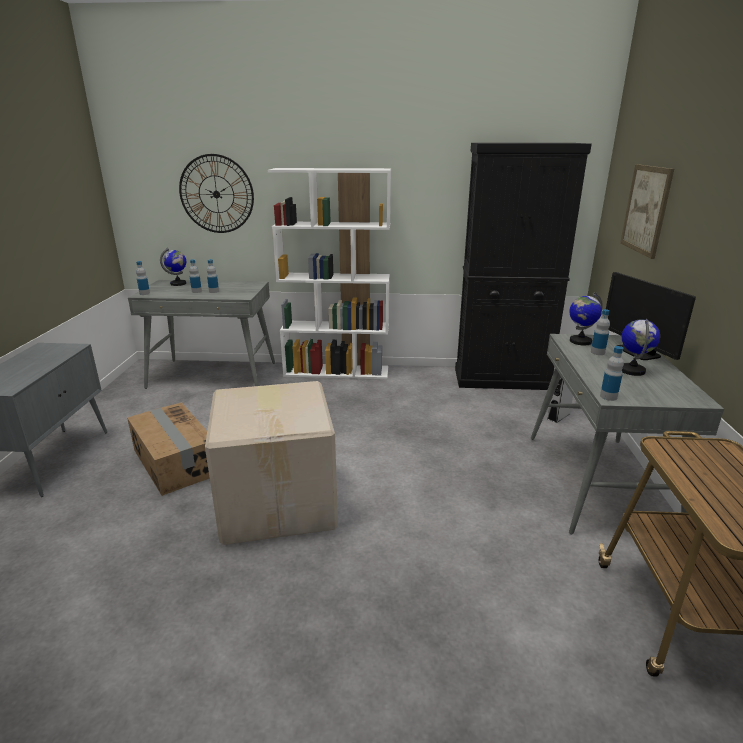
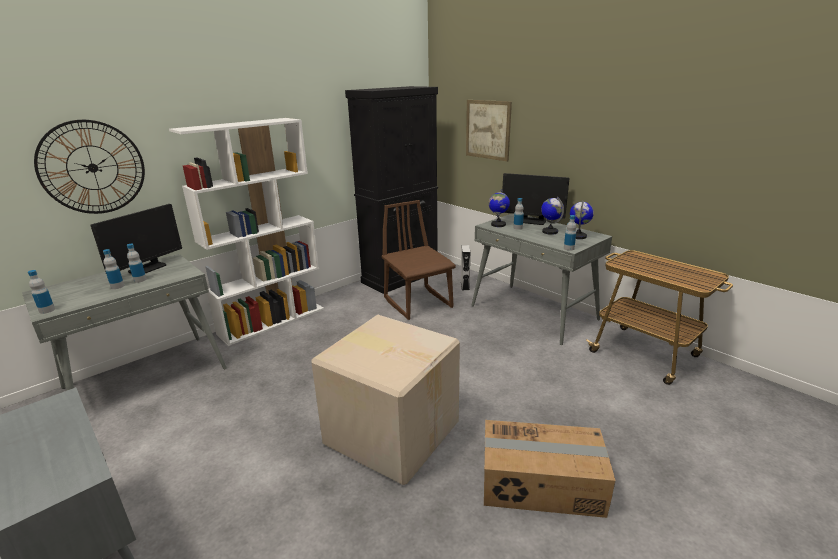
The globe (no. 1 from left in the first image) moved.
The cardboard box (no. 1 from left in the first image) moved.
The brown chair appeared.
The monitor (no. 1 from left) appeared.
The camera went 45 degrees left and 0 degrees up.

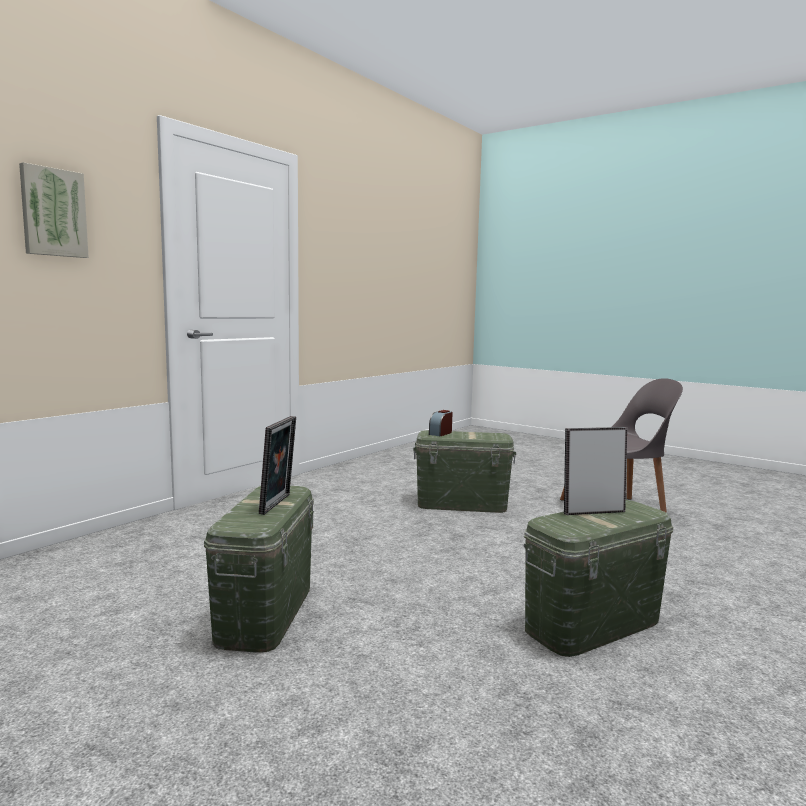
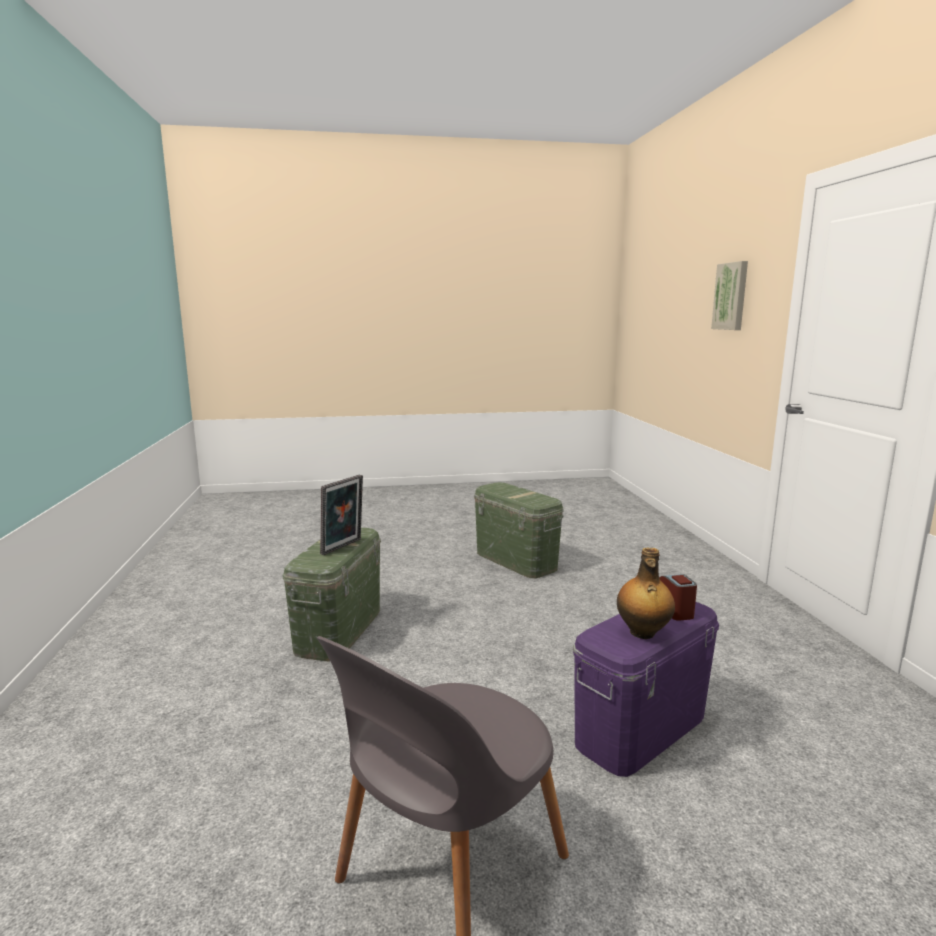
The picture frame (no. 1 from left) disappeared.
The green storage box (no. 2 from left) became the purple storage box.
The bottle appeared.
The camera went 135 degrees right and 5 degrees up.

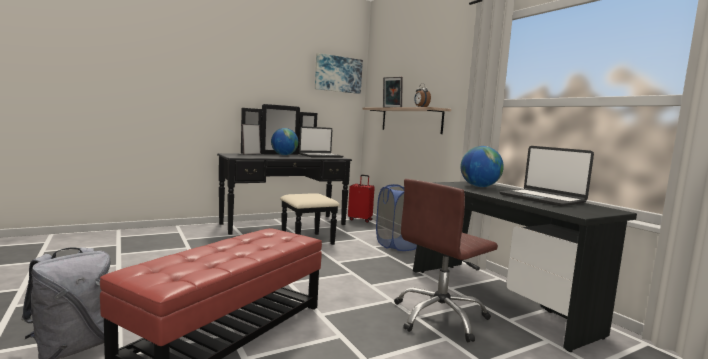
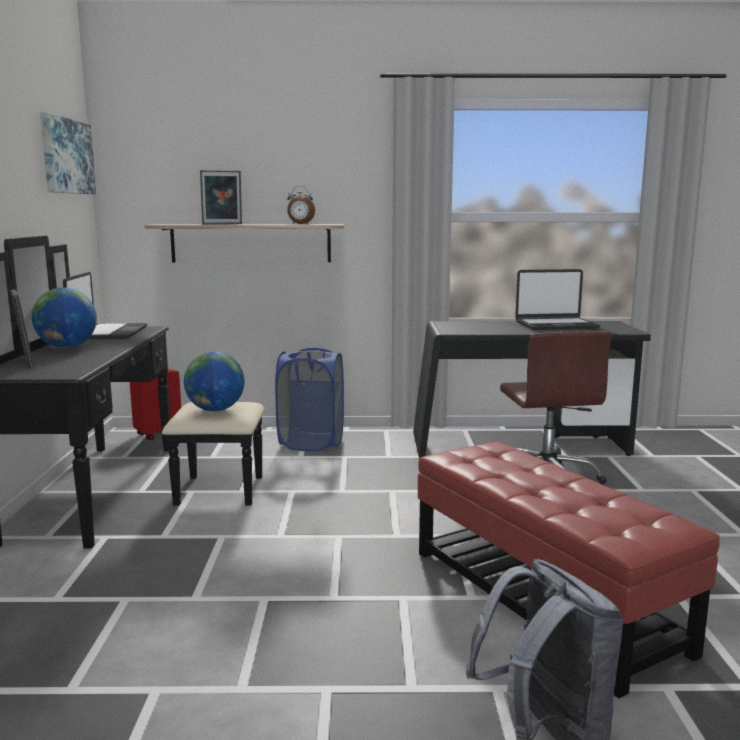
The globe (no. 2 from left) moved.
The camera went 60 degrees left and 5 degrees up.

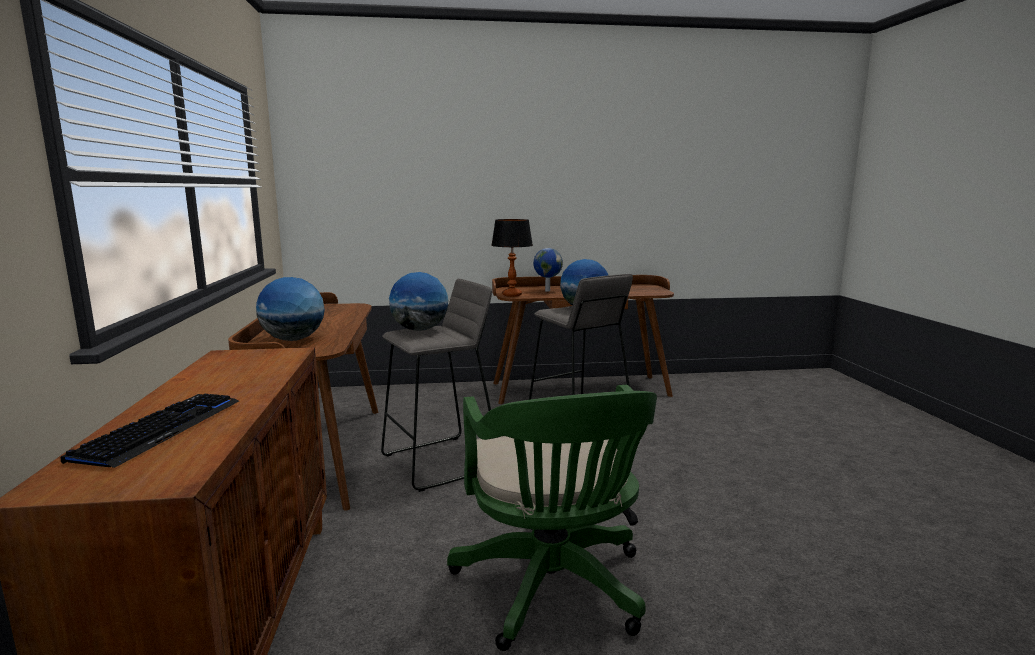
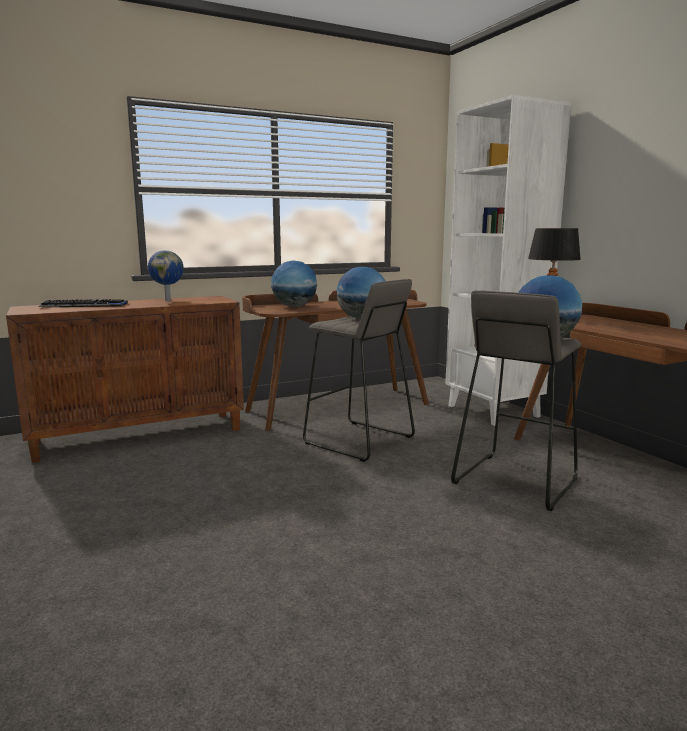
The globe (no. 3 from left in the first image) moved.
The green office chair disappeared.
The white bookcase appeared.
The camera went 70 degrees right and 0 degrees up.

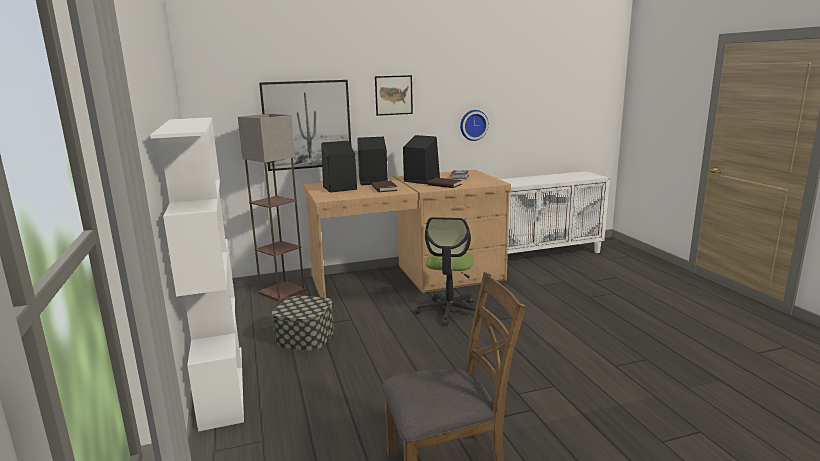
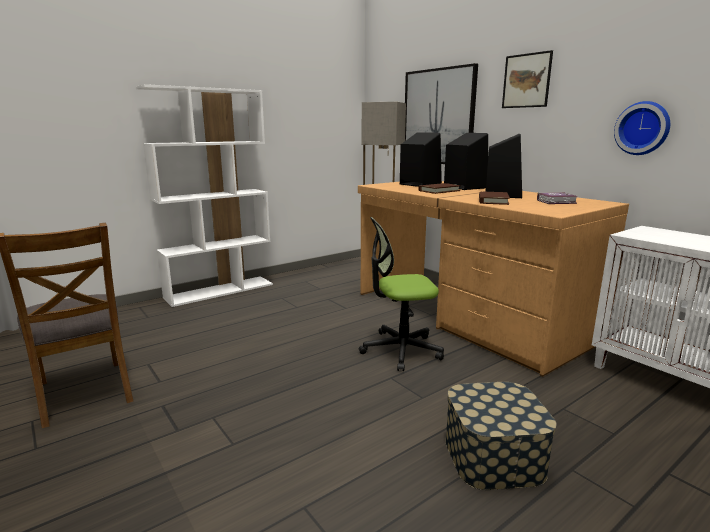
The storage box moved.
The camera went 70 degrees right and 0 degrees up.

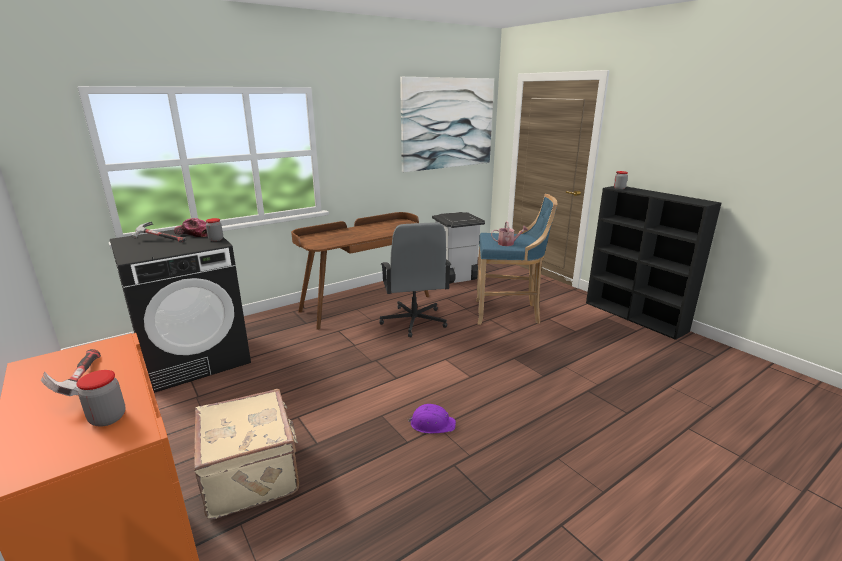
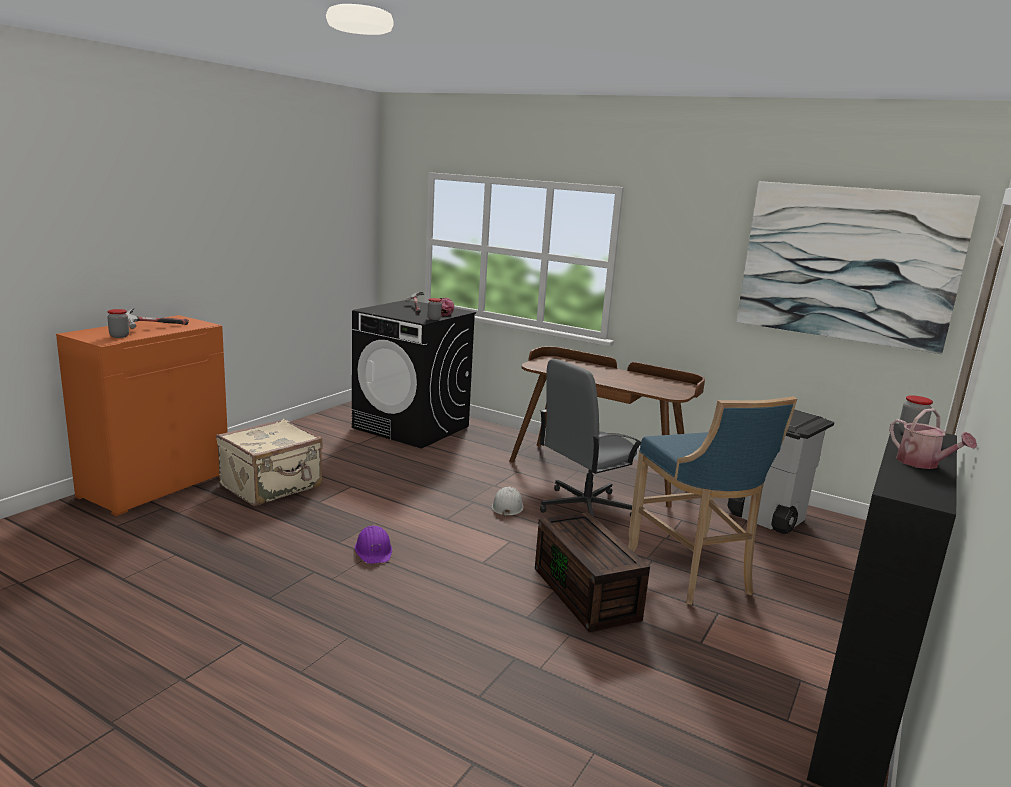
The watering can moved.
The white hard hat appeared.
The brown storage box appeared.
The camera went 65 degrees right and 5 degrees down.

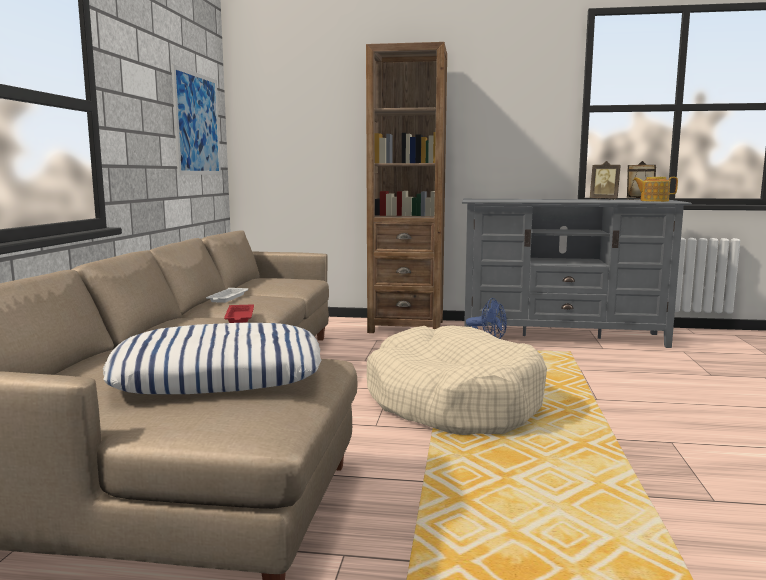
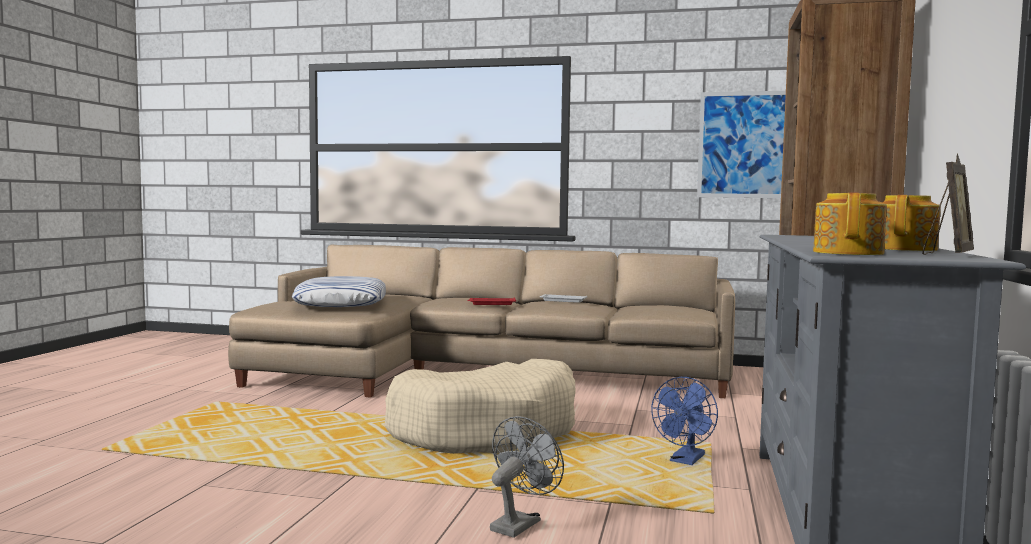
The picture frame (no. 1 from left) was replaced by the teapot (no. 2 from left).
The grey fan appeared.
The camera went 95 degrees right and 5 degrees down.

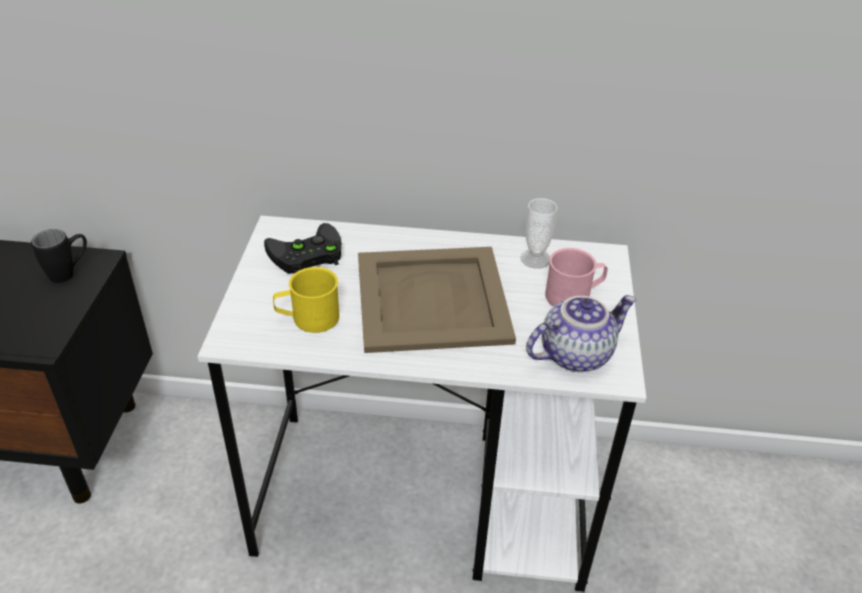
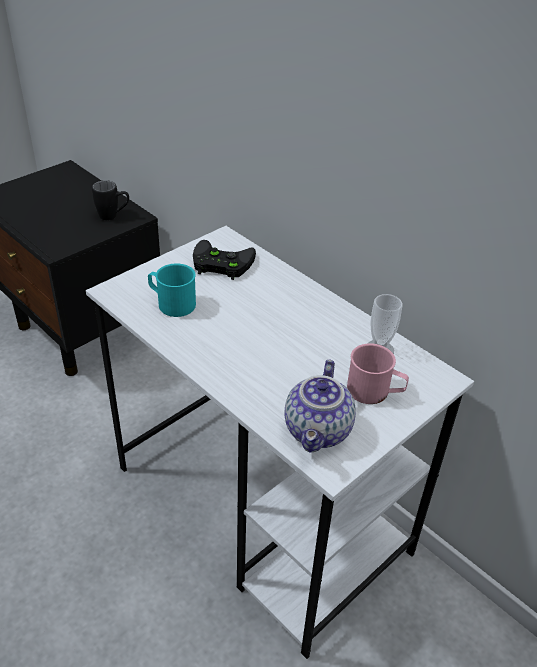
The beige tray disappeared.
The yellow mug became the turquoise mug.
The teapot turned 90 degrees clockwise.
The camera went 40 degrees right and 0 degrees up.

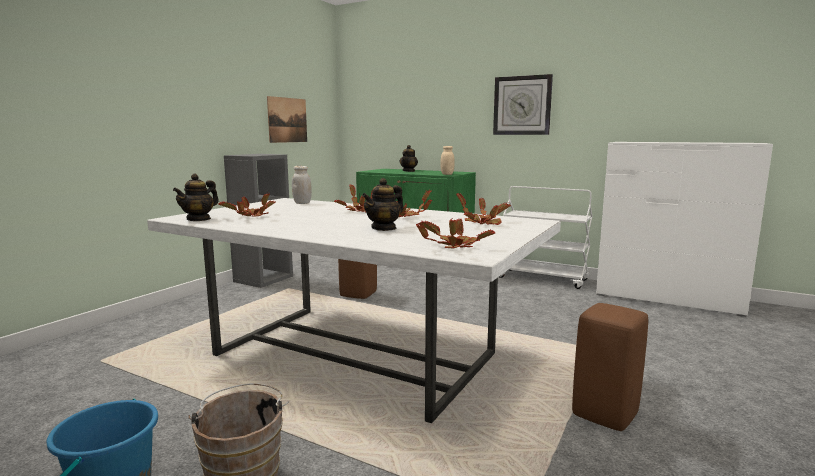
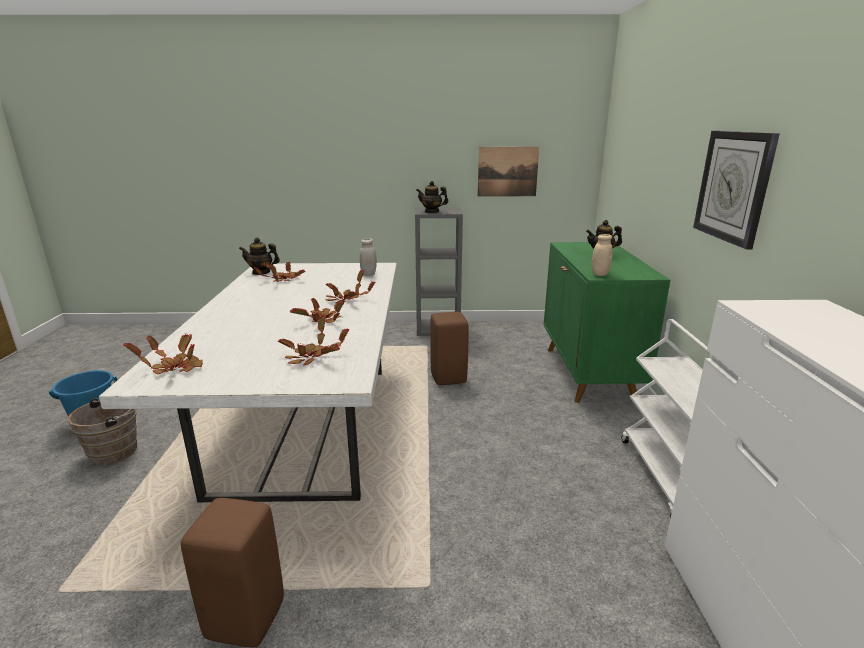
The teapot (no. 2 from left) moved.
The camera went 60 degrees right and 10 degrees up.

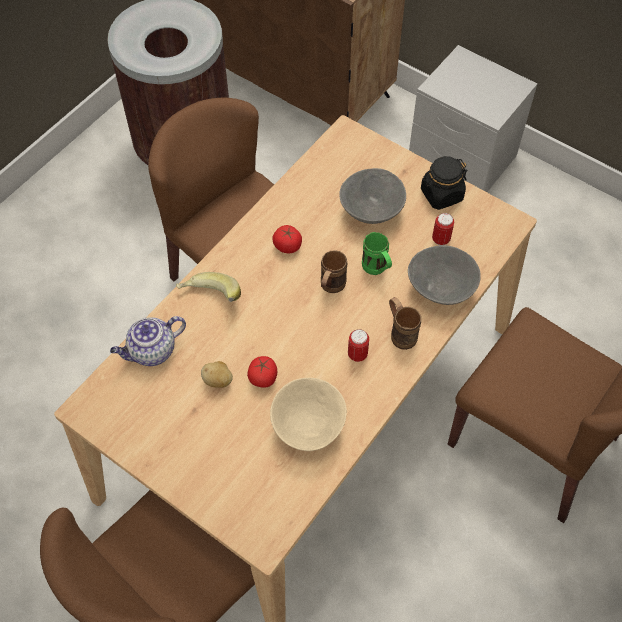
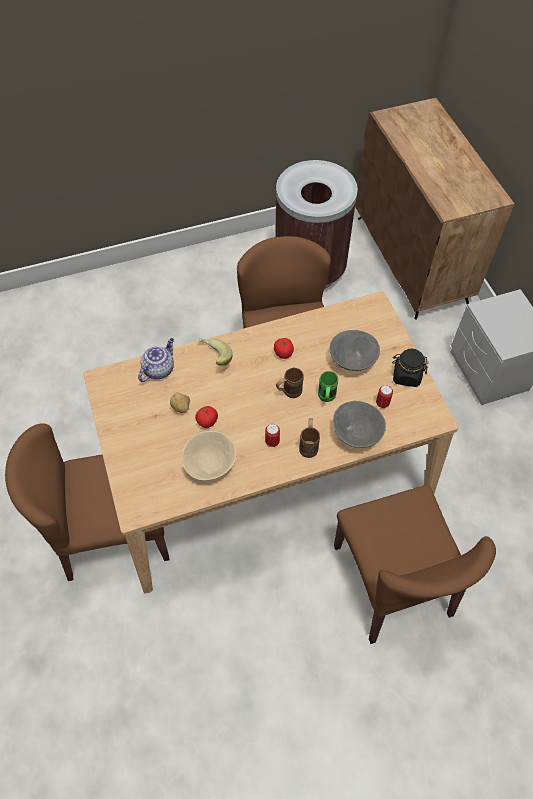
The teapot turned 120 degrees clockwise.
The camera went 35 degrees right and 0 degrees up.

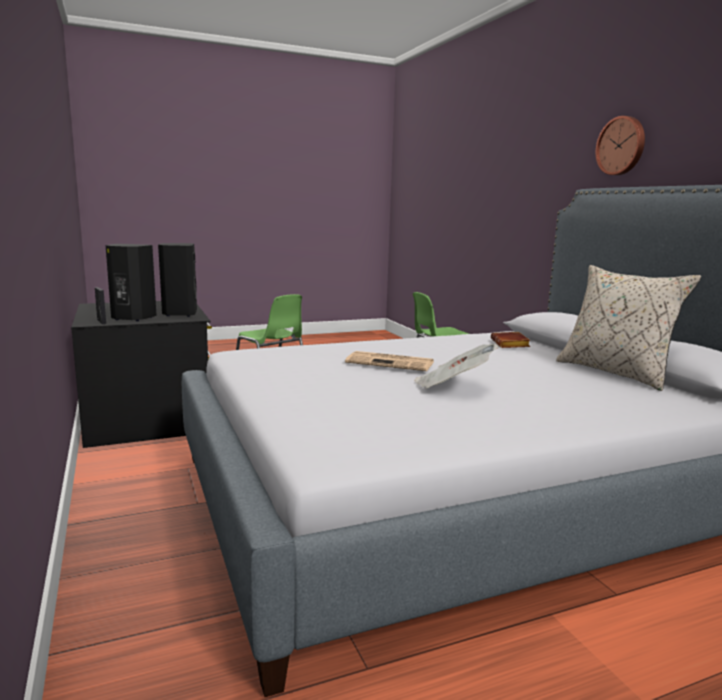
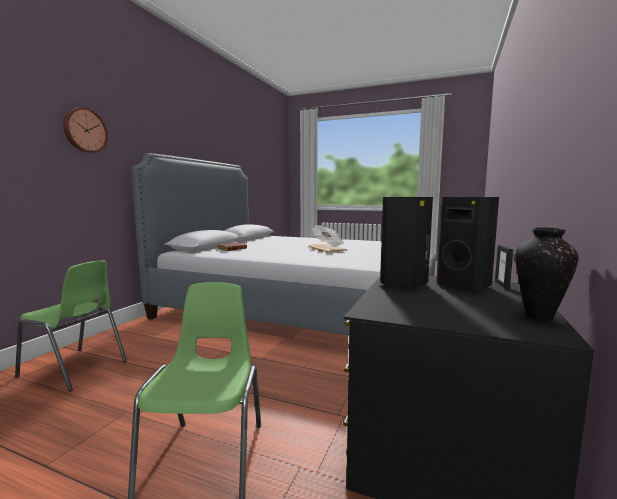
The wall clock moved.
The beige pillow disappeared.
The vase appeared.
The camera went 135 degrees left and 5 degrees down.

